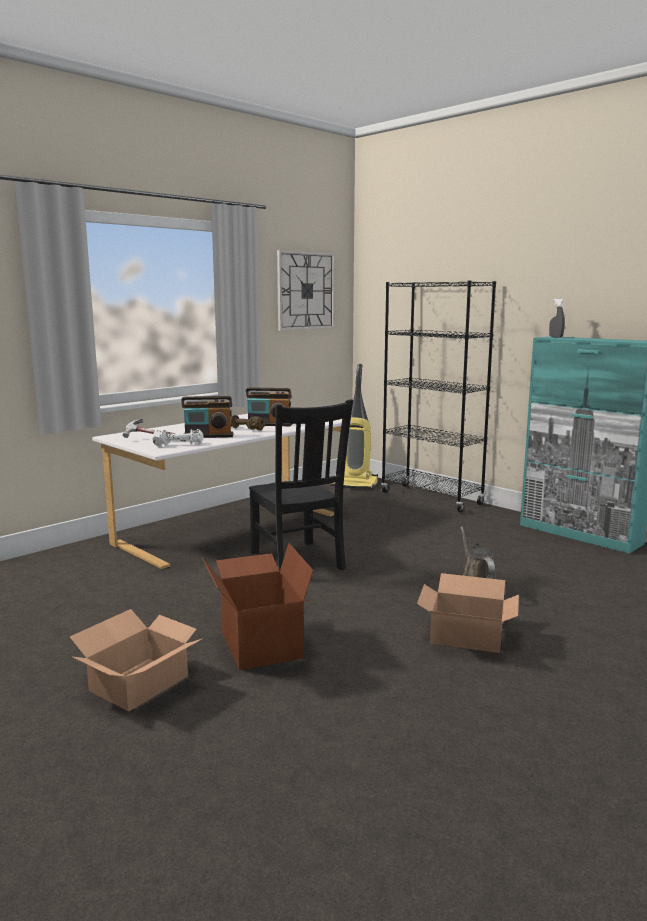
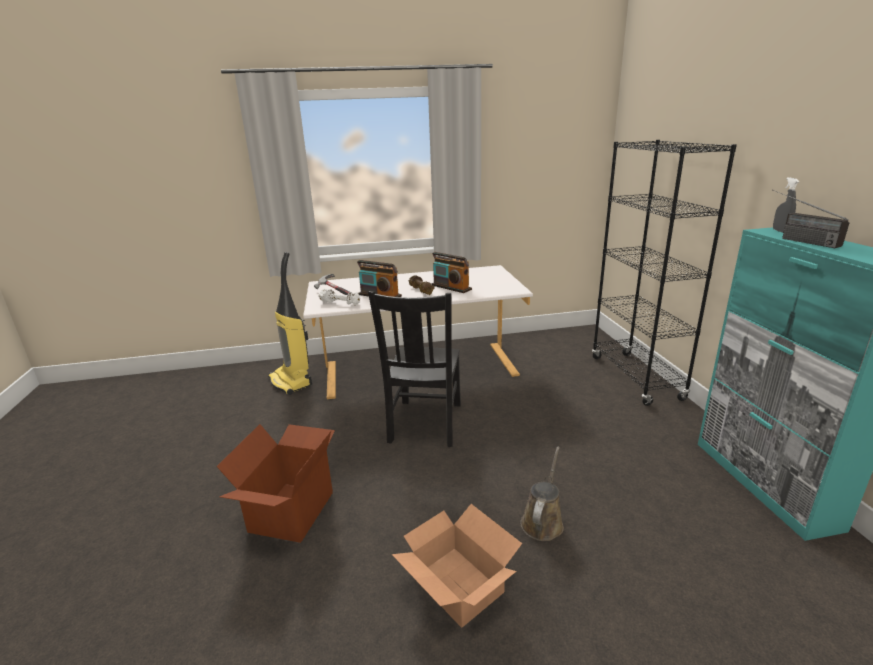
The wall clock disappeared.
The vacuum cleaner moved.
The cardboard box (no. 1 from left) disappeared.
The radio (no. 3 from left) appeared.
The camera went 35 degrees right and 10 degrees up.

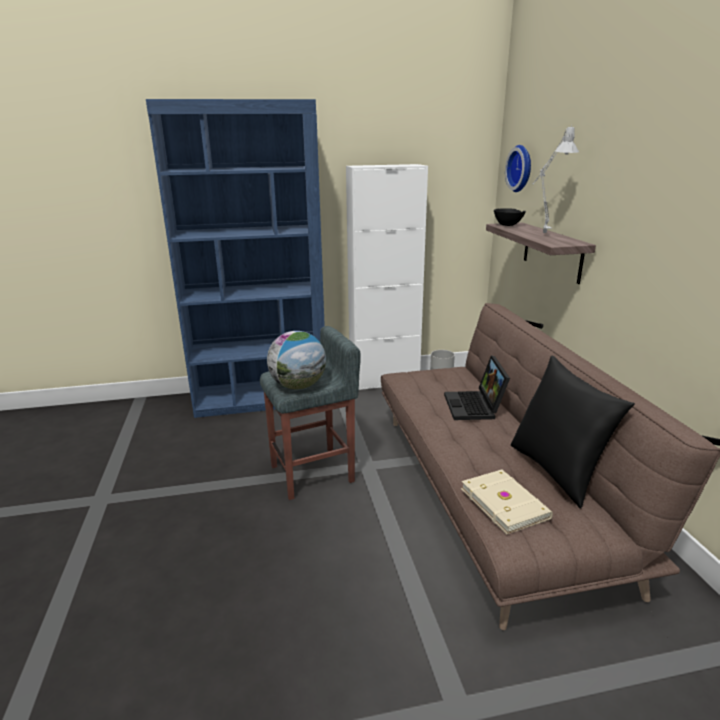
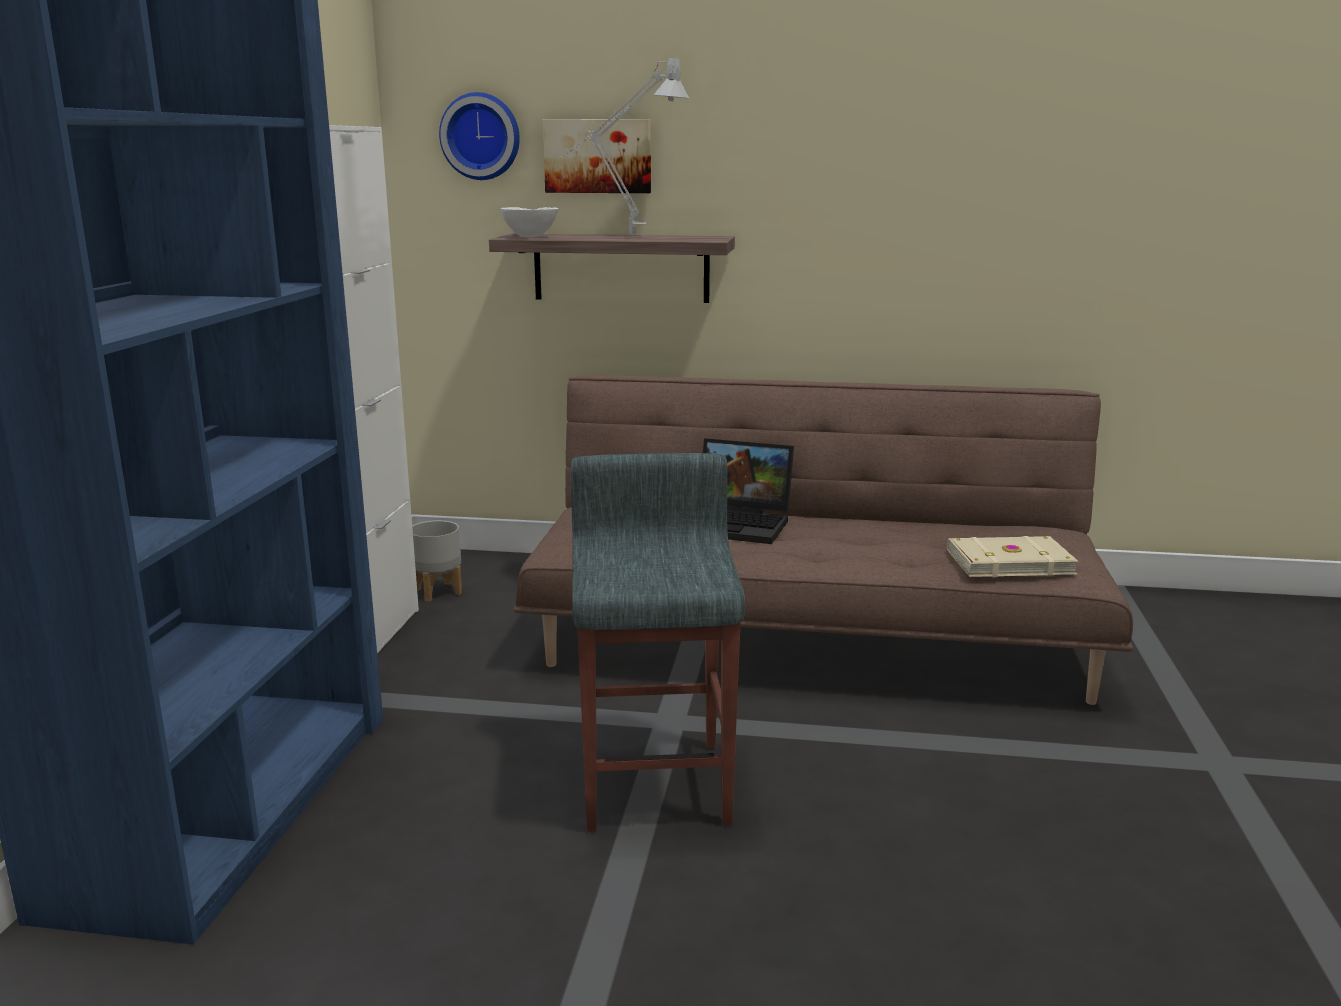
The black bowl became the white bowl.
The globe disappeared.
The black pillow disappeared.
The picture appeared.
The camera went 70 degrees left and 5 degrees down.

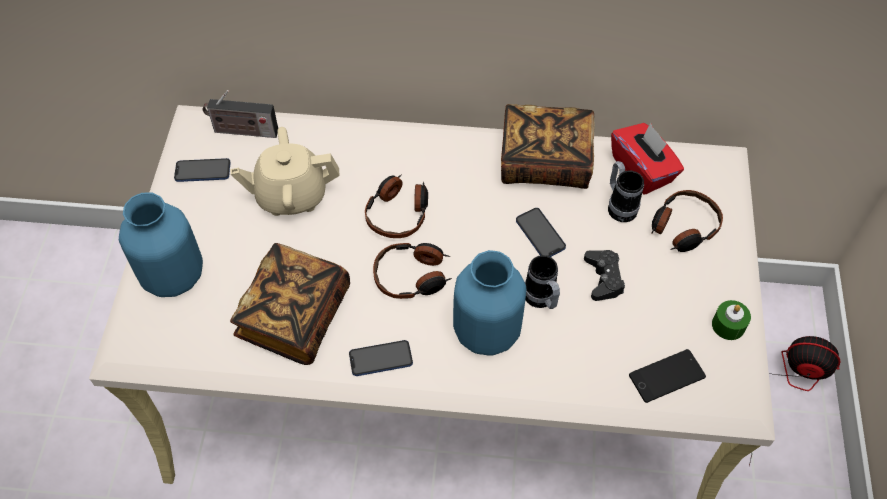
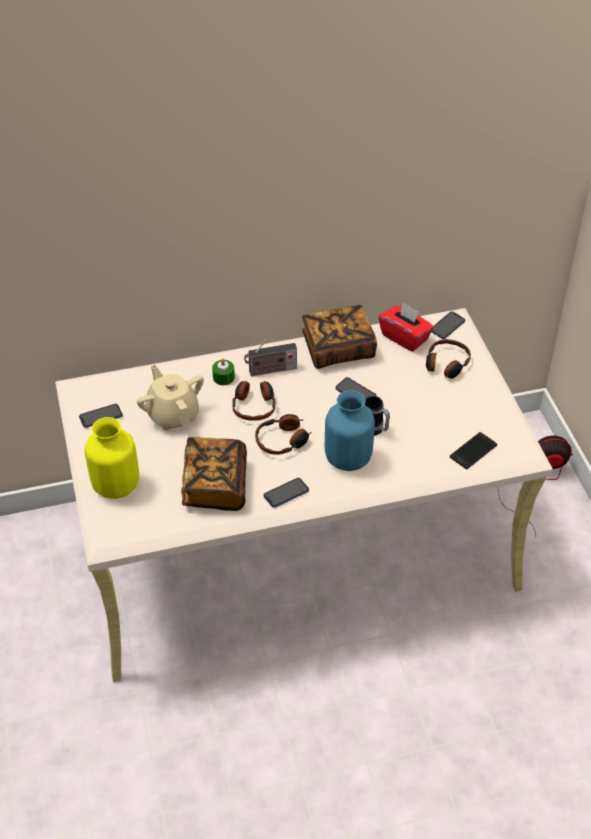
The radio moved.
The beige teapot turned 90 degrees clockwise.
The mug (no. 2 from left) disappeared.
The blue vase (no. 1 from left) became the yellow vase.
The black game controller disappeared.
The green candle moved.
The phone (no. 4 from left) appeared.
The camera went 20 degrees left and 10 degrees down.

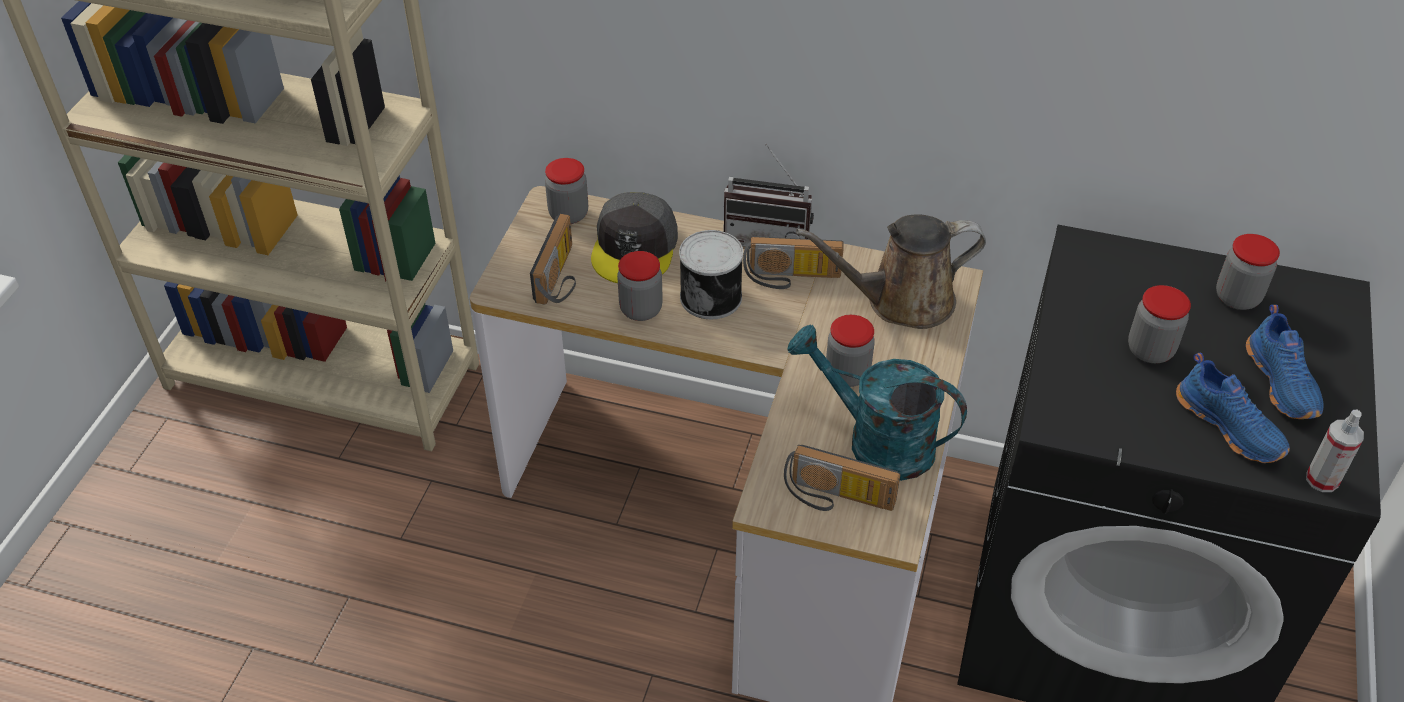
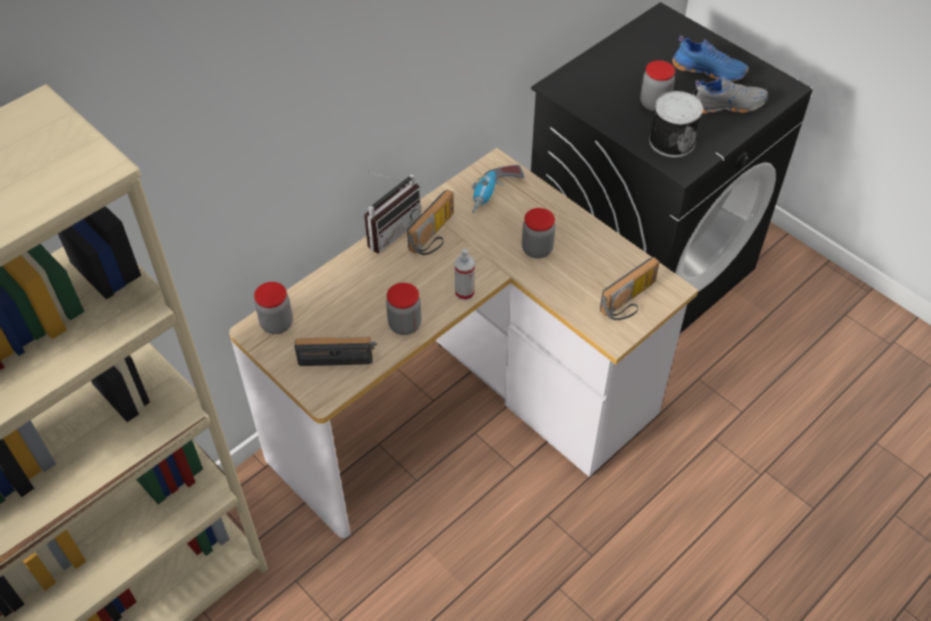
The grey cap disappeared.
The radio (no. 1 from left) turned 45 degrees counterclockwise.
The brown watering can was replaced by the power drill.
The can moved.
The jar (no. 5 from left) disappeared.
The turquoise watering can disappeared.
The blue shoe (no. 1 from left) became the grey shoe.
The spray bottle moved.
The camera went 60 degrees left and 5 degrees up.

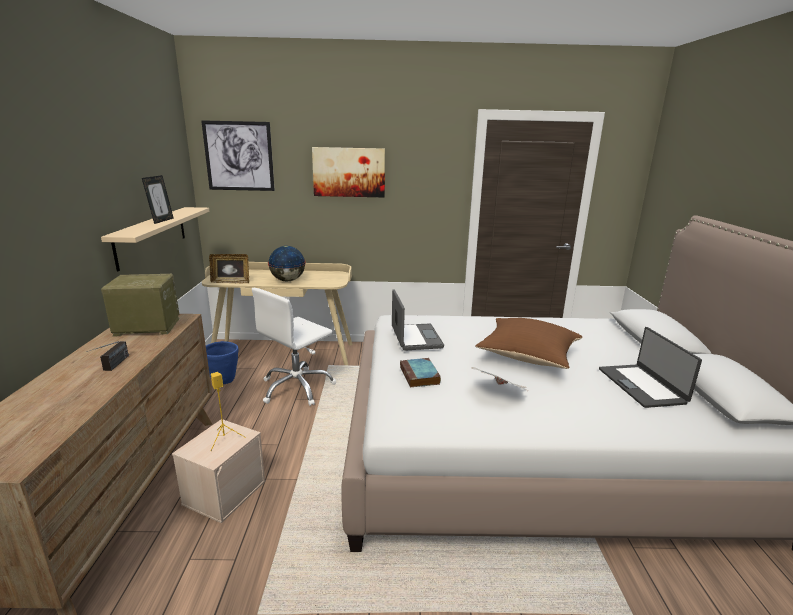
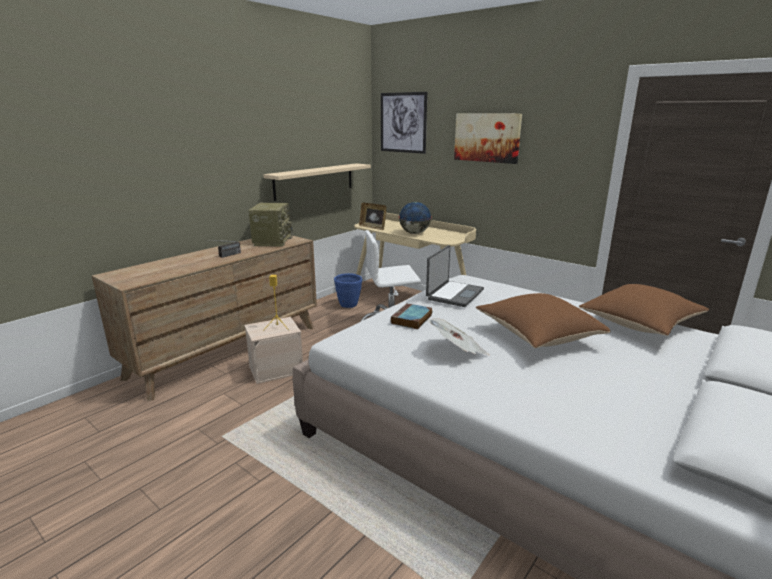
The picture frame (no. 1 from left) disappeared.
The radio (no. 2 from left) turned 60 degrees clockwise.
The laptop (no. 2 from left) disappeared.
The brown pillow (no. 2 from left) appeared.
The camera went 40 degrees right and 0 degrees up.

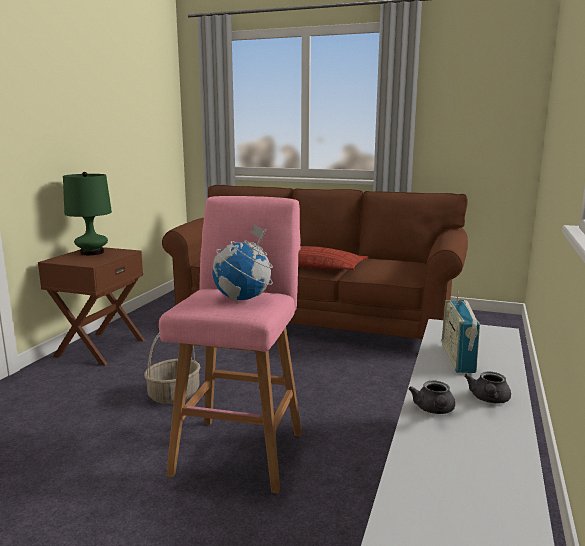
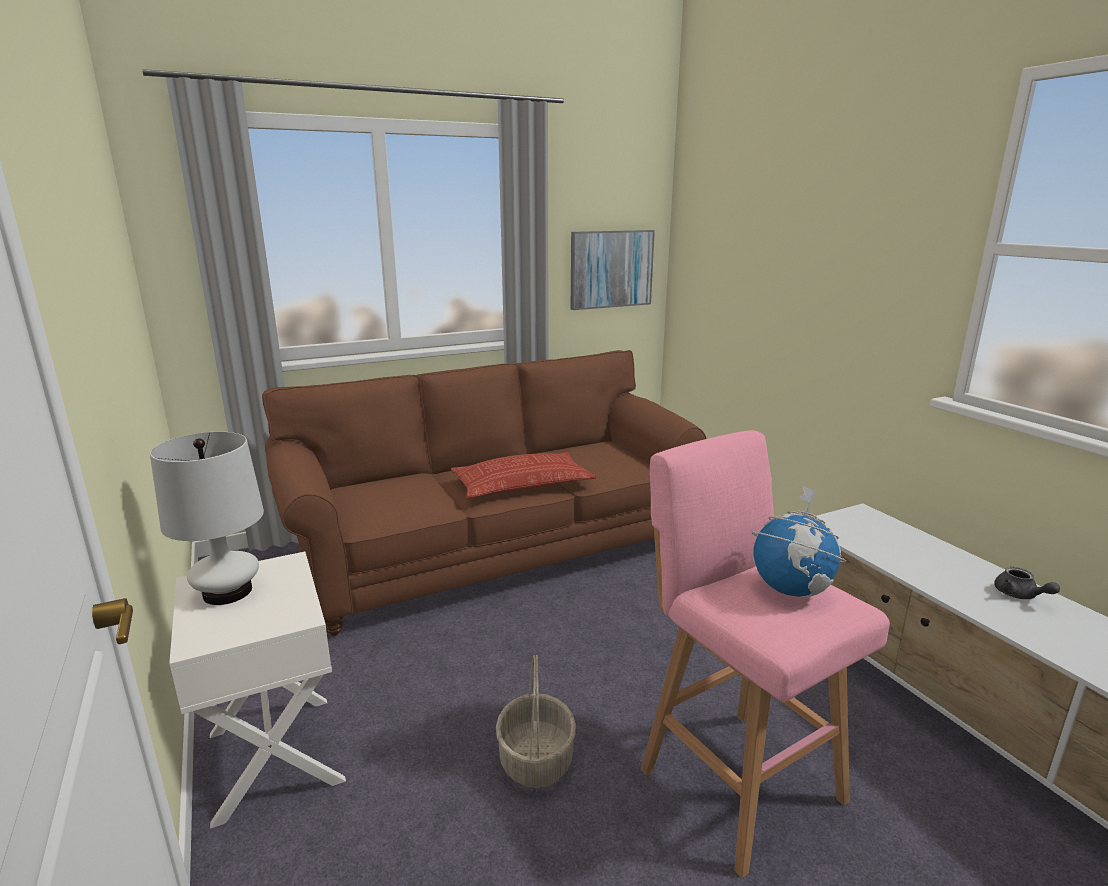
The green table lamp became the white table lamp.
The brown nightstand became the white nightstand.
The radio disappeared.
The grey teapot (no. 1 from left) disappeared.
The picture appeared.
The camera went 45 degrees left and 5 degrees up.

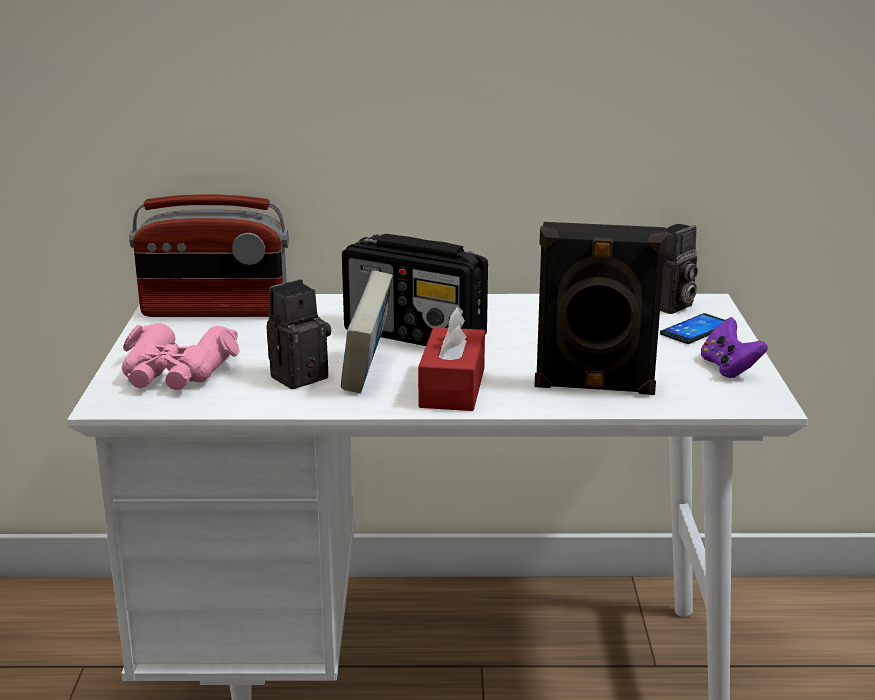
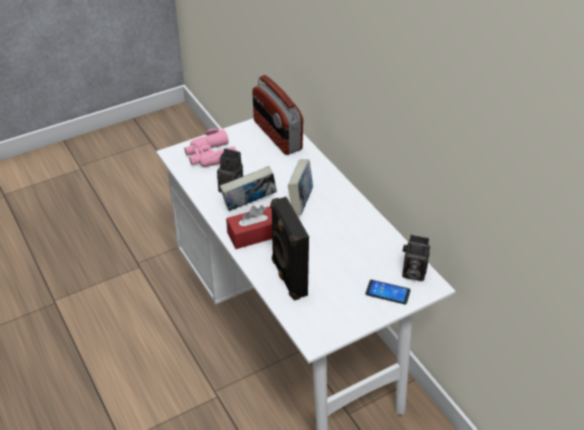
The radio (no. 2 from left) was replaced by the book (no. 2 from left).
The purple game controller disappeared.
The camera went 60 degrees right and 20 degrees up.

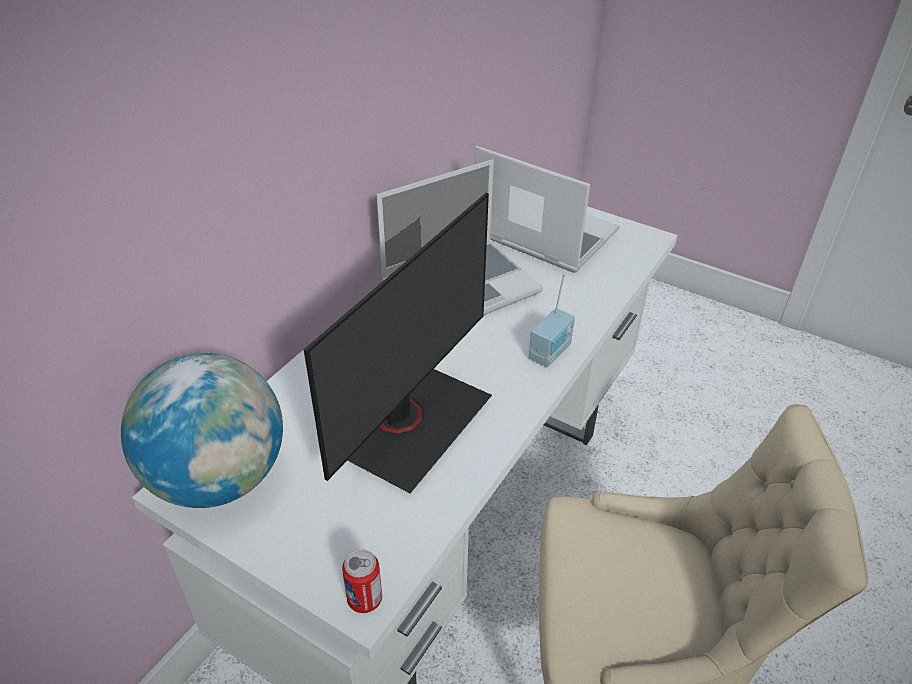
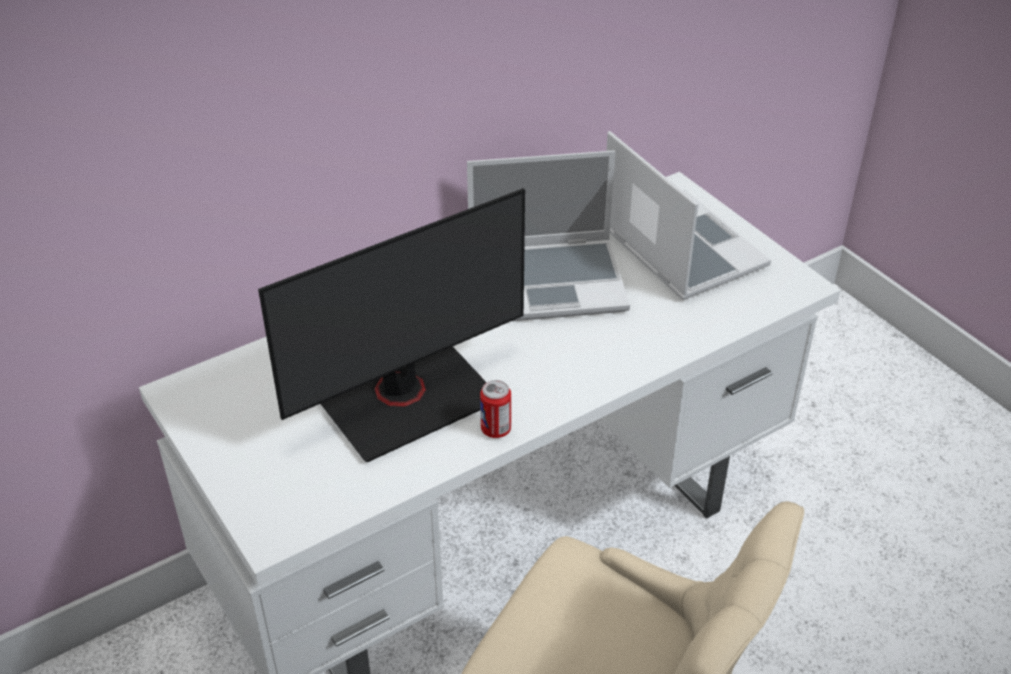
The radio disappeared.
The globe disappeared.
The can moved.
The camera went 25 degrees right and 0 degrees up.

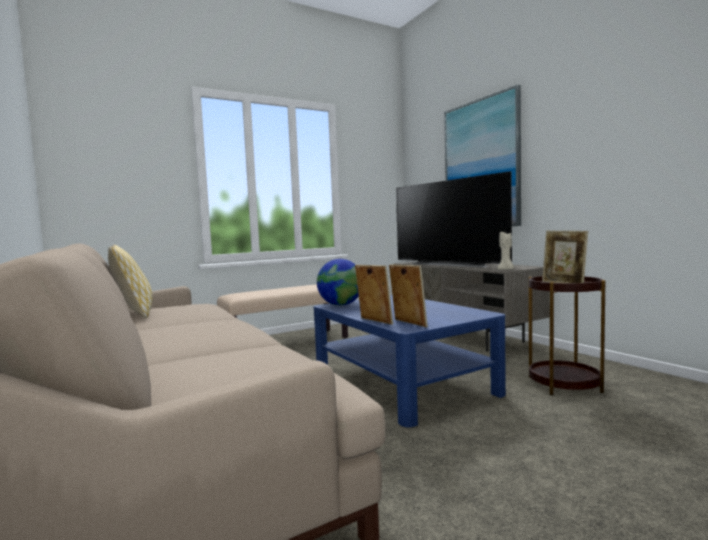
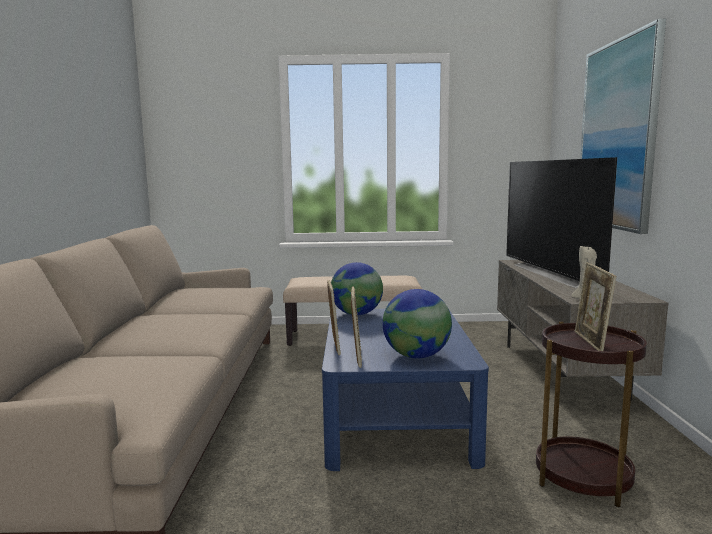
The pillow disappeared.
The globe (no. 2 from left) appeared.
The camera went 30 degrees right and 5 degrees up.

